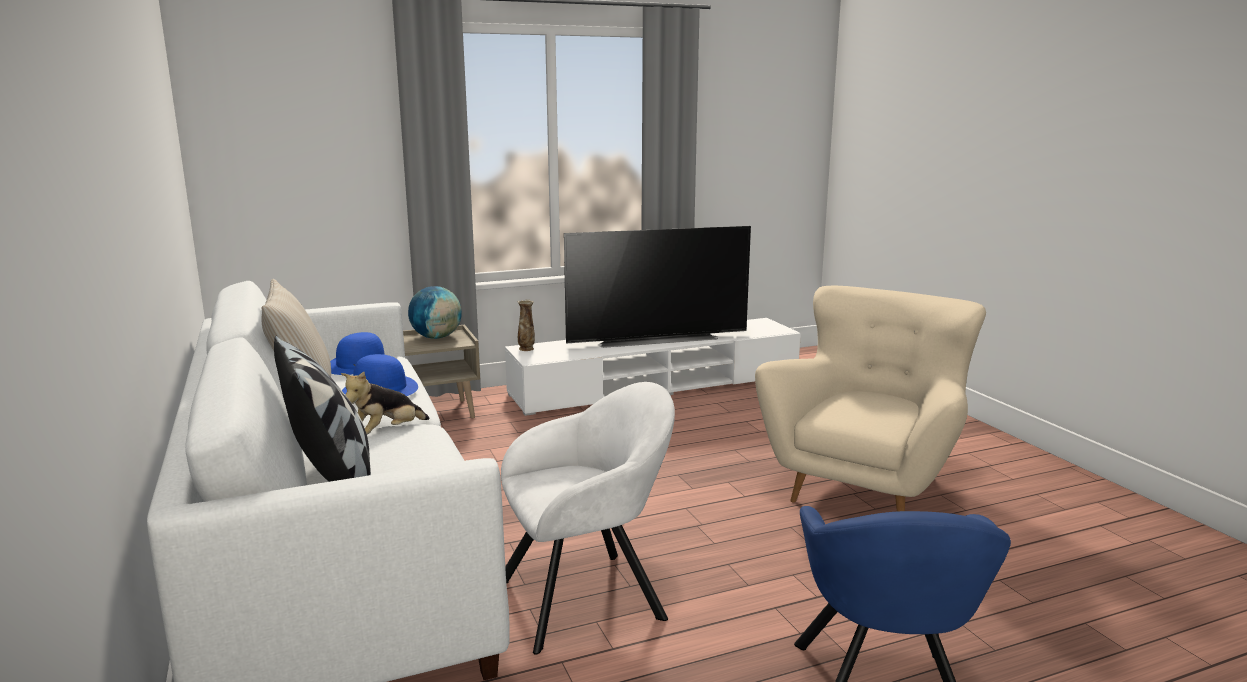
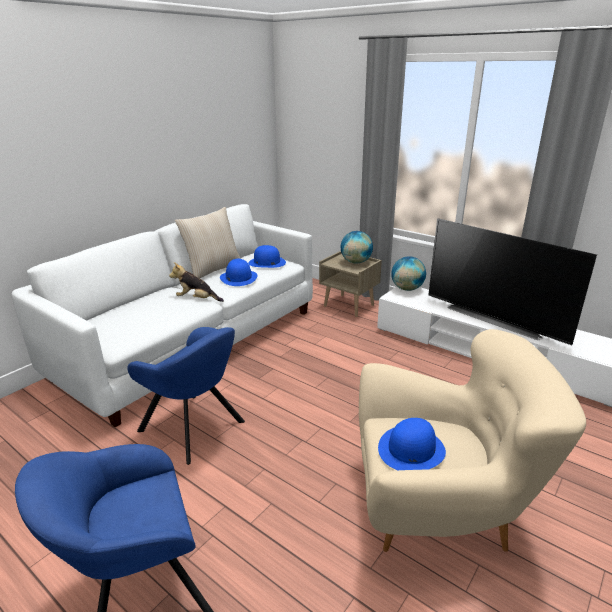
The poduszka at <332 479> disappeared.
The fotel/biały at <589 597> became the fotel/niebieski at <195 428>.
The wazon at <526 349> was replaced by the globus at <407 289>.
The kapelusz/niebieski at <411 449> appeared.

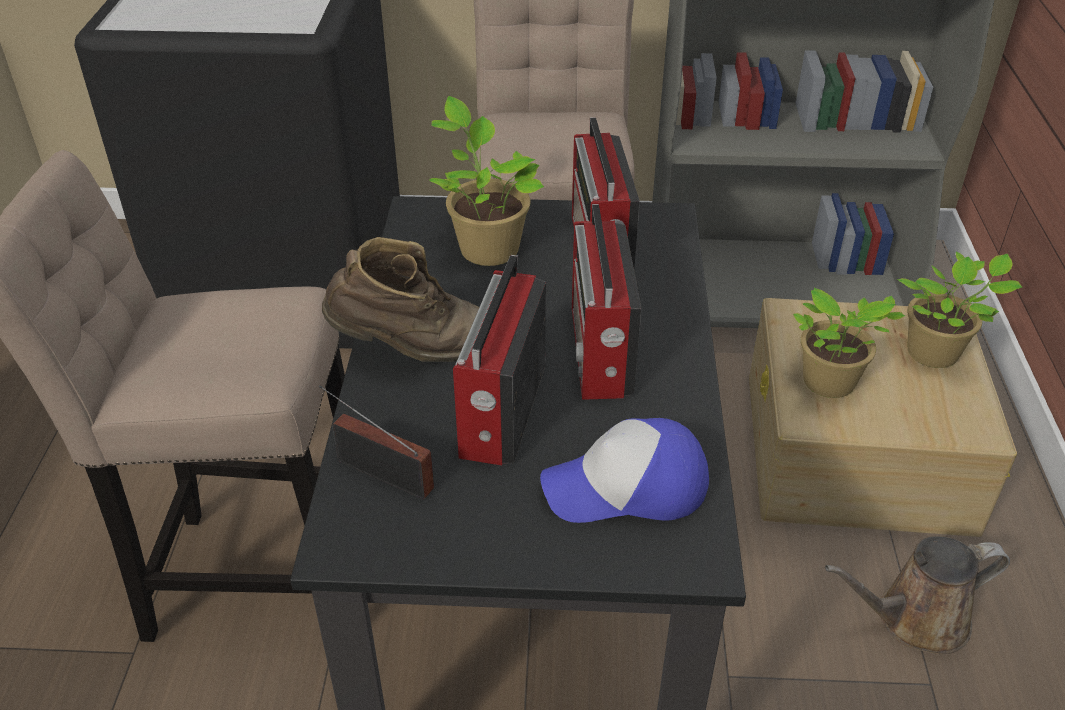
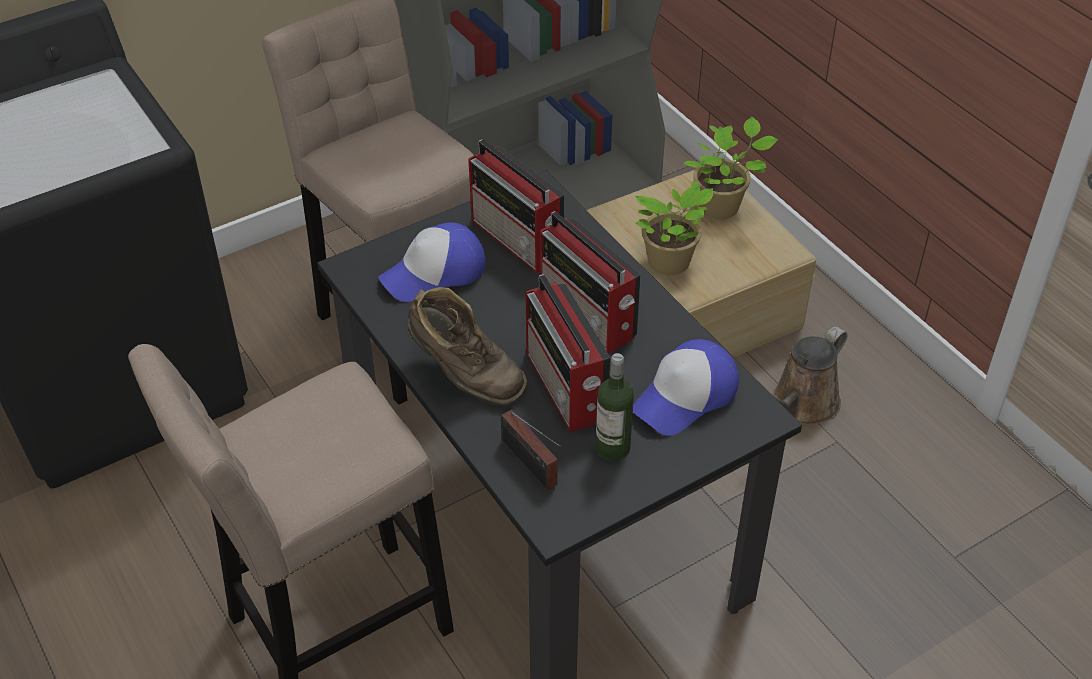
The radio at <381 471> turned 120 degrees counterclockwise.
The but z cholewką/brązowy at <412 351> turned 75 degrees clockwise.
The roślina doniczkowa at <486 247> was replaced by the czapka z daszkiem at <434 273>.
The butelka at <612 448> appeared.

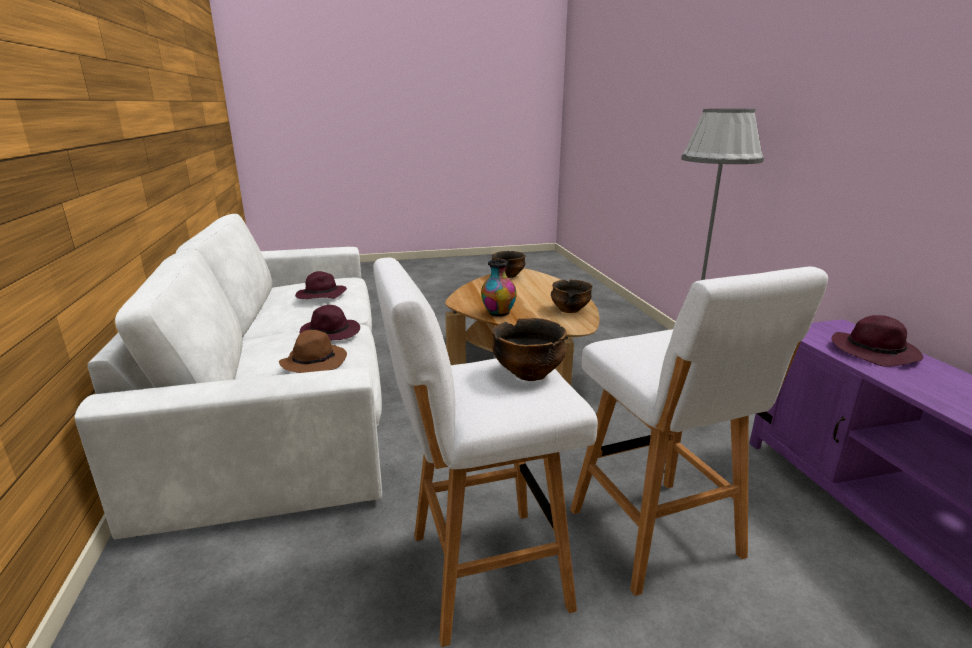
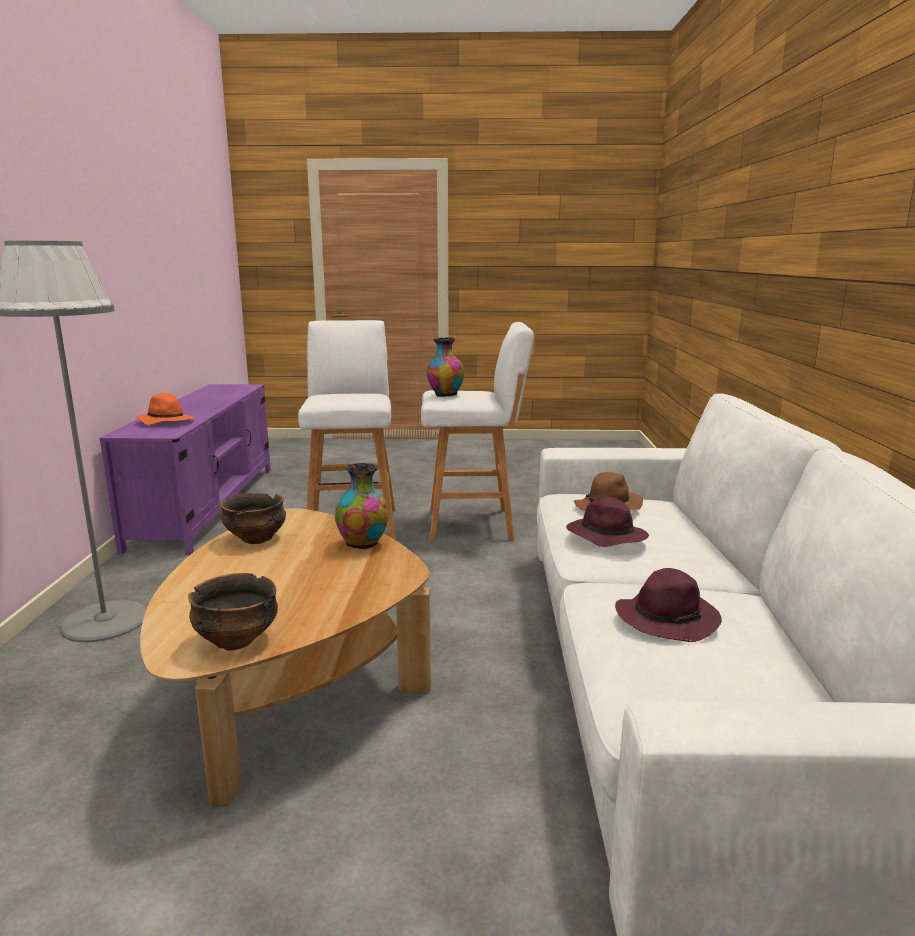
The miska at <528 374> was replaced by the wazon at <445 395>.
The kapelusz/fioletowy at <875 352> became the kapelusz/pomarańczowy at <165 421>.

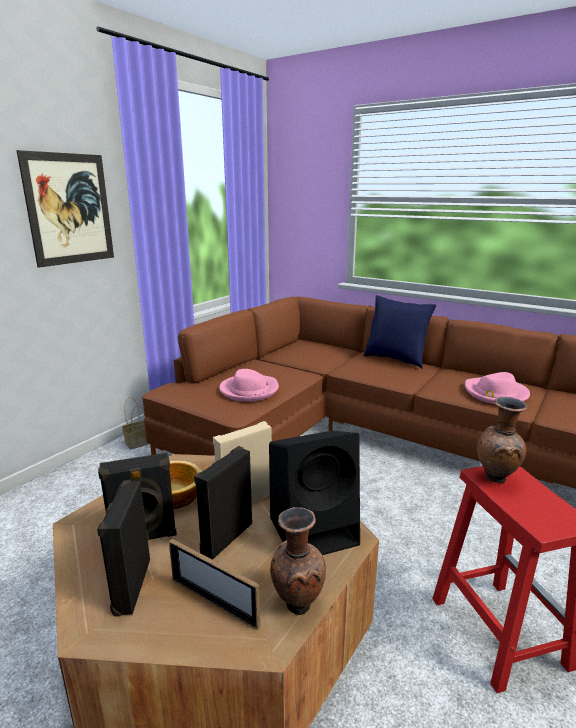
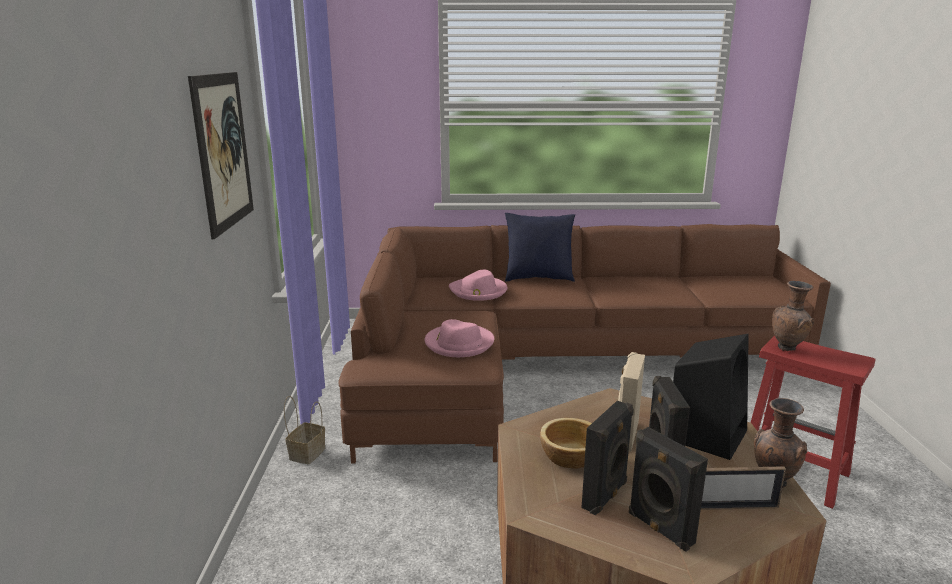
The kapelusz/różowy moved from <495 393> to <478 291>.

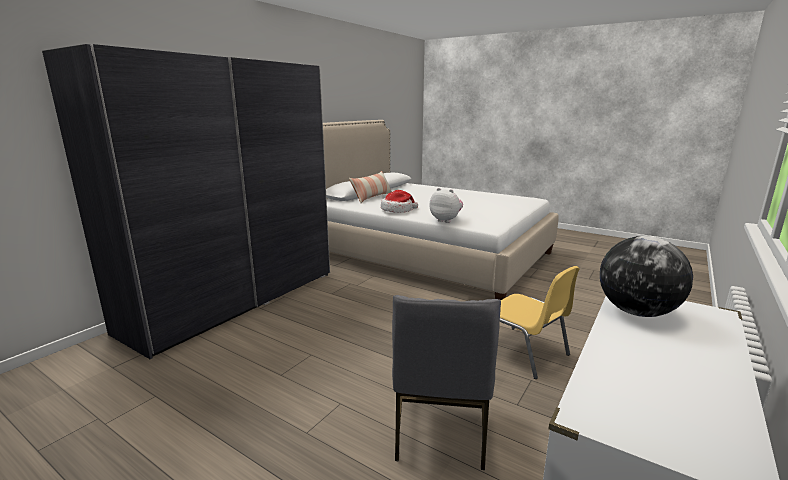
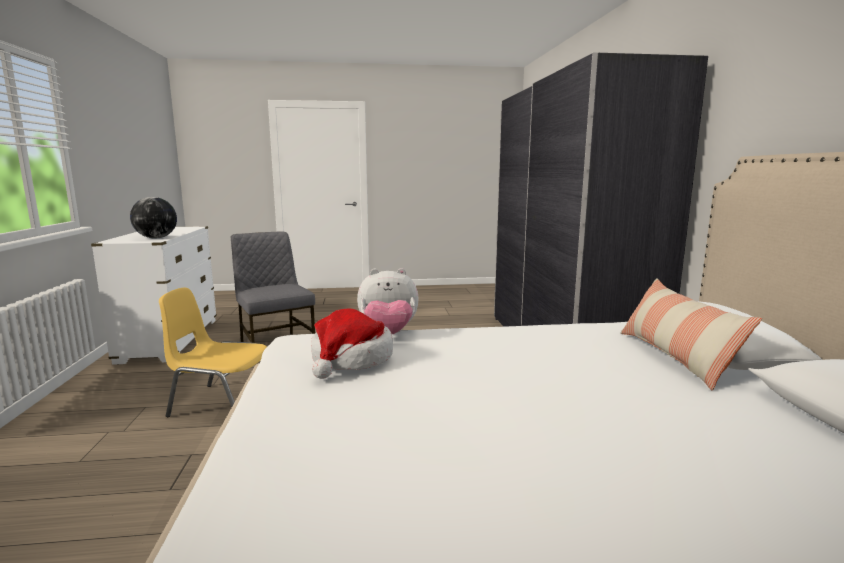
The kapelusz moved from <398 210> to <351 359>.

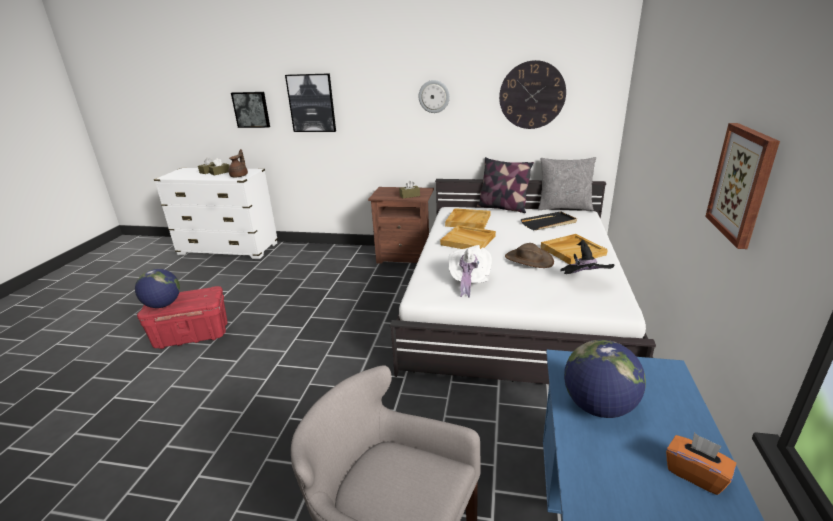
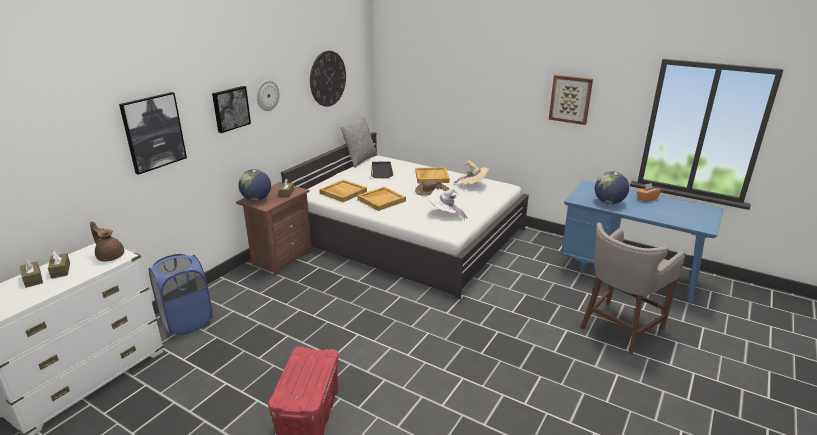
The globus moved from <163 305> to <256 199>.
The obraz moved from <251 109> to <230 108>.
The poduszka at <502 208> disappeared.
The kapelusz/czarny at <583 282> became the kapelusz/beżowy at <473 186>.
The kosz na pranie/niebieski at <187 321> appeared.

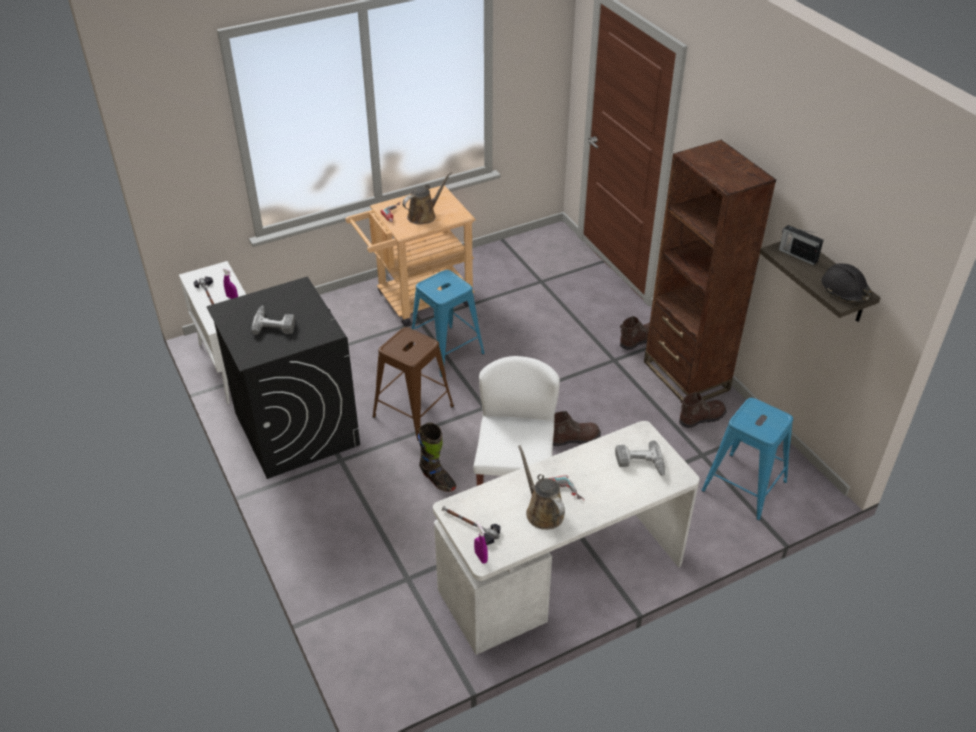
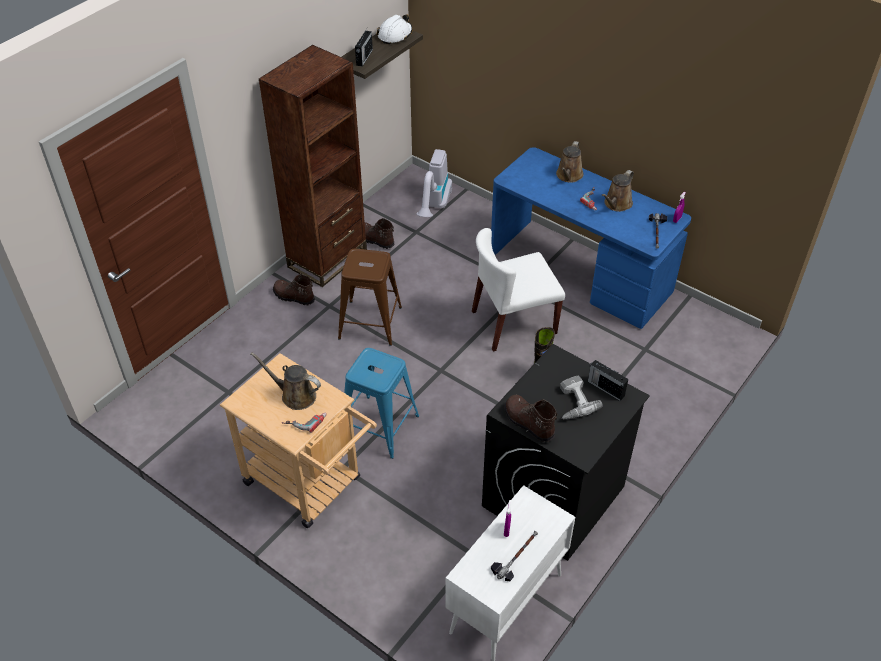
The stołek/brązowy moved from <413 411> to <370 323>.
The biurko/biały at <562 576> became the biurko/niebieski at <580 272>.
The but z cholewką/brązowy moved from <573 438> to <528 423>.
The wiertarka at <640 464> disappeared.
The stołek/niebieski at <744 485> was replaced by the odkurzacz at <434 206>.
The kask/czarny at <845 290> became the kask/biały at <395 35>.
The konewka/brązowy at <568 176> appeared.
The radio at <605 388> appeared.

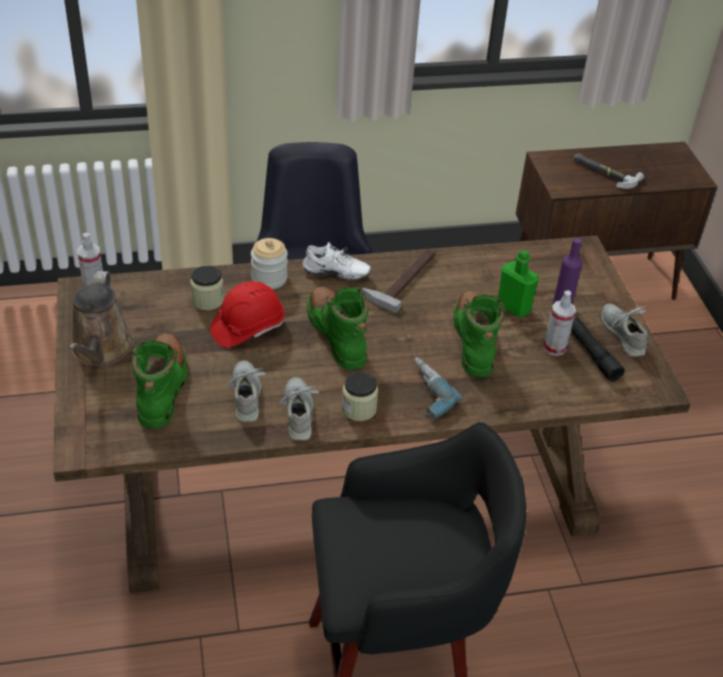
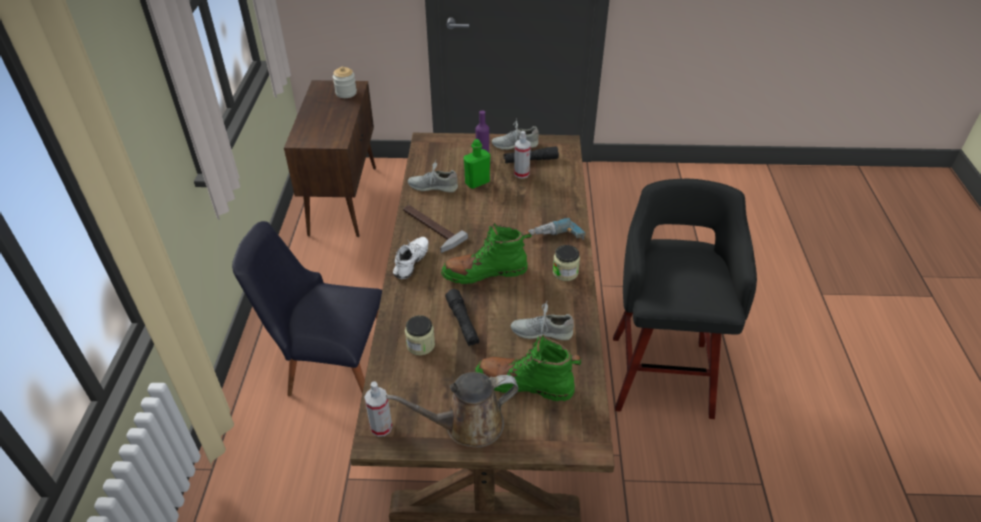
The konewka/brązowy at <100 350> turned 150 degrees clockwise.
The kask/czerwony at <247 327> was replaced by the latarka/czarny at <462 323>.
The słoik moved from <269 278> to <346 93>.
The but/szary moved from <298 412> to <433 186>.
The but z cholewką/zielony at <474 341> disappeared.
The młotek at <605 172> disappeared.

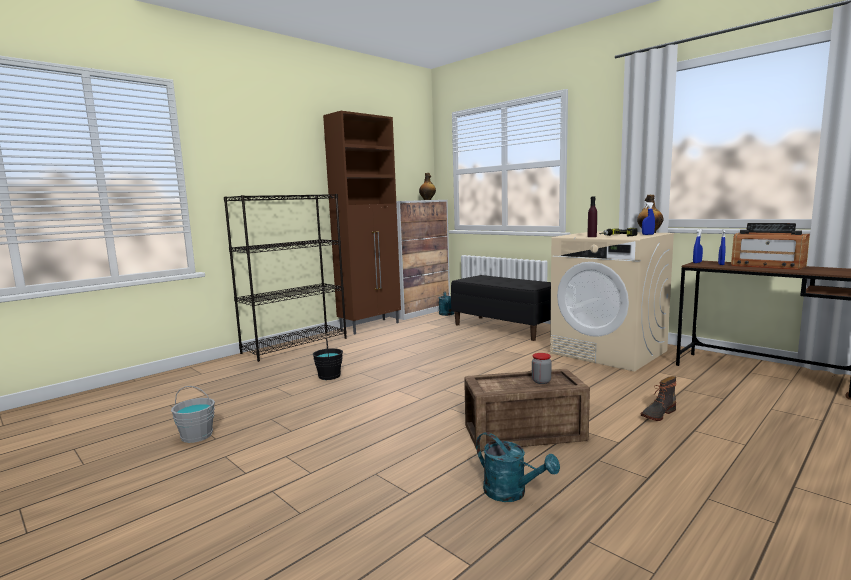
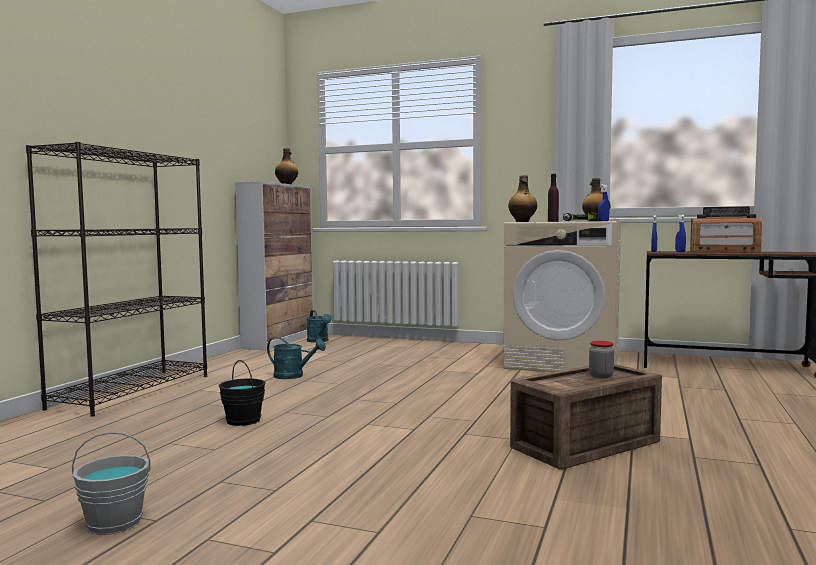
The szafka/brązowy at <371 326> disappeared.
The ławka/czarny at <505 328> disappeared.
The konewka/turkusowy moved from <511 493> to <294 376>.
The but z cholewką at <657 414> disappeared.
The butelka at <522 221> appeared.

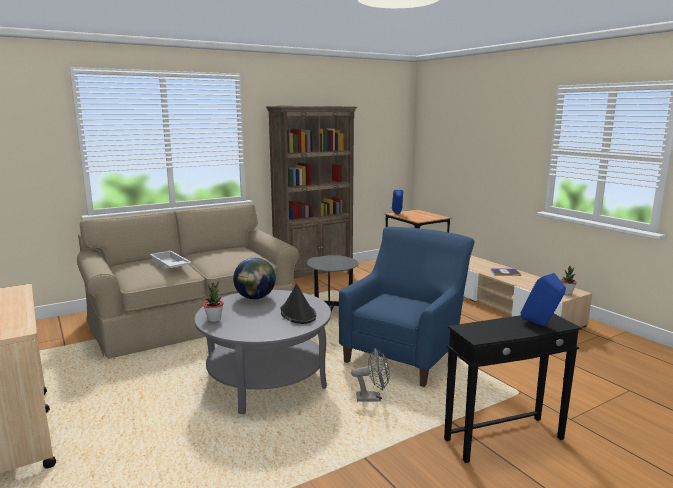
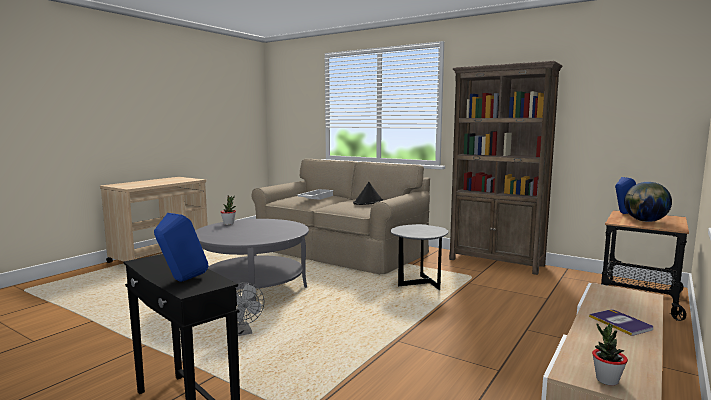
The globus moved from <255 298> to <645 221>.
The kapelusz/czarny moved from <297 314> to <368 202>.
The fotel/niebieski at <406 353> disappeared.

